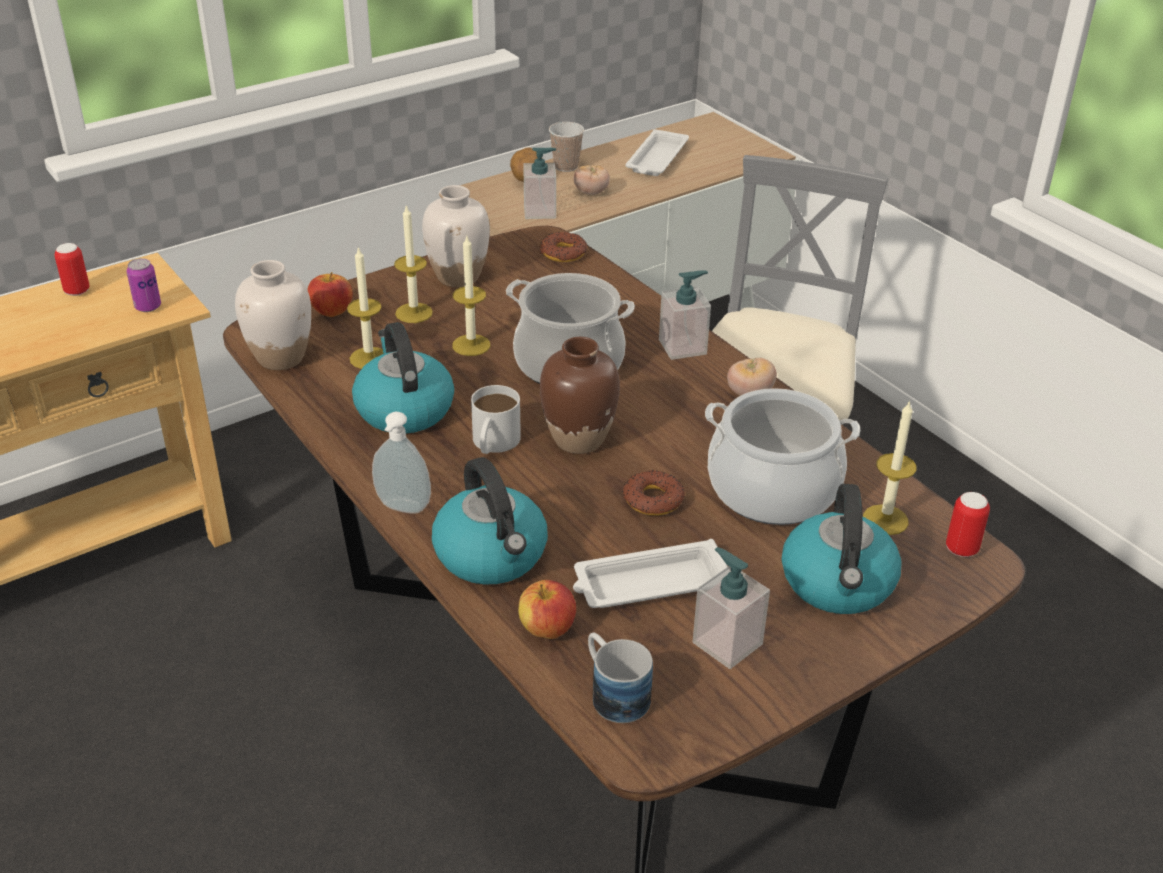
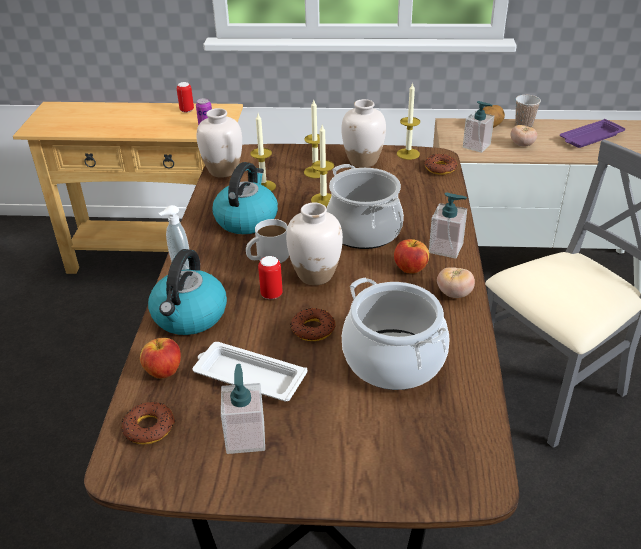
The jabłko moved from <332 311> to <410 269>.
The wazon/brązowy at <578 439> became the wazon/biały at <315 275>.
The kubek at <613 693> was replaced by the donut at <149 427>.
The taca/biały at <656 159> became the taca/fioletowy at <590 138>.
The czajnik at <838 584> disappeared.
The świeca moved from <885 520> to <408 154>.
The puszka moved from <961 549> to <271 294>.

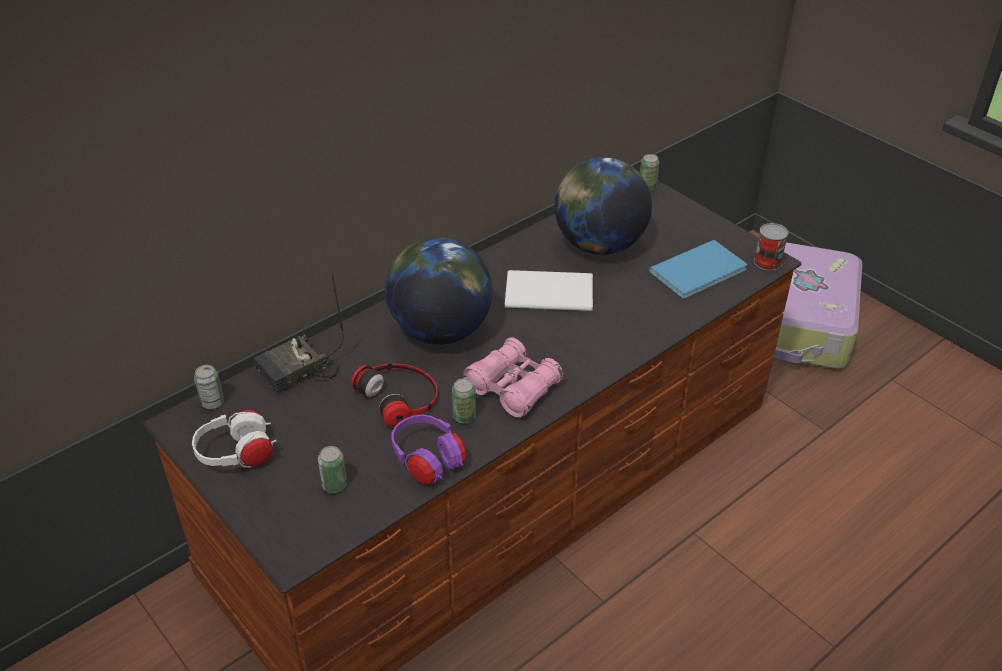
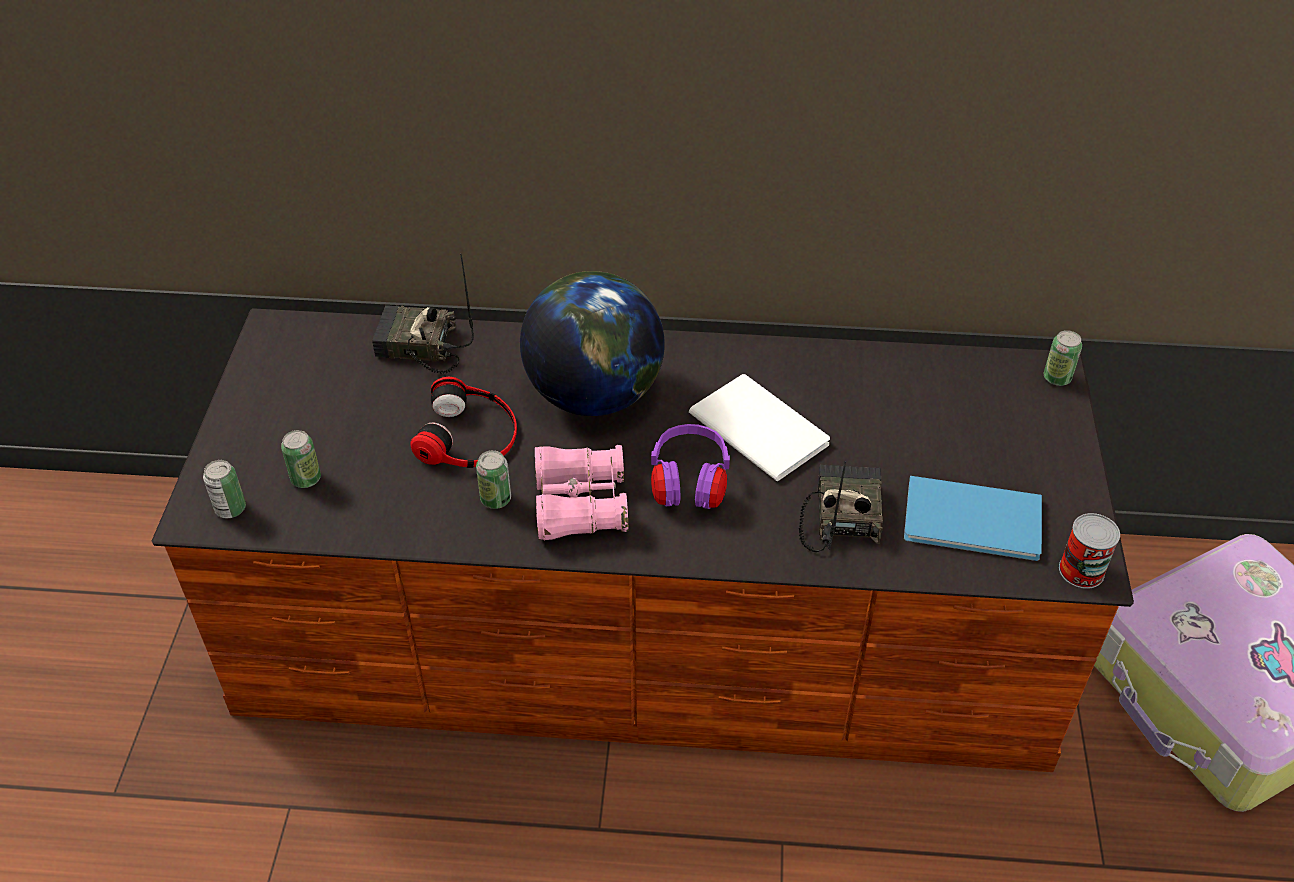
The słuchawki/biały at <237 455> disappeared.
The puszka moved from <212 402> to <230 509>.
The słuchawki/fioletowy moved from <428 462> to <689 485>.
The globus at <599 245> disappeared.
The radio at <840 515> appeared.

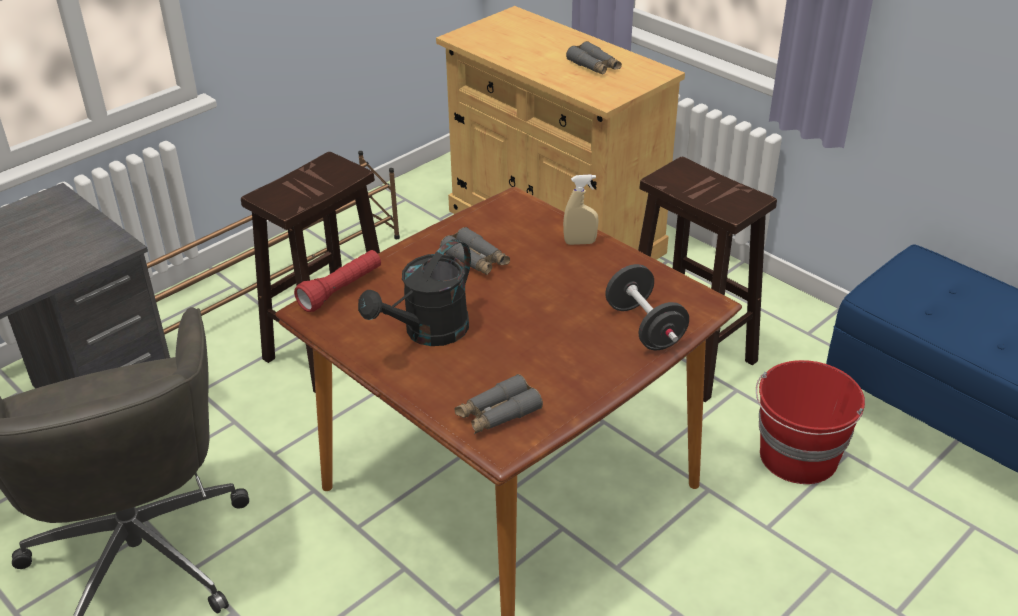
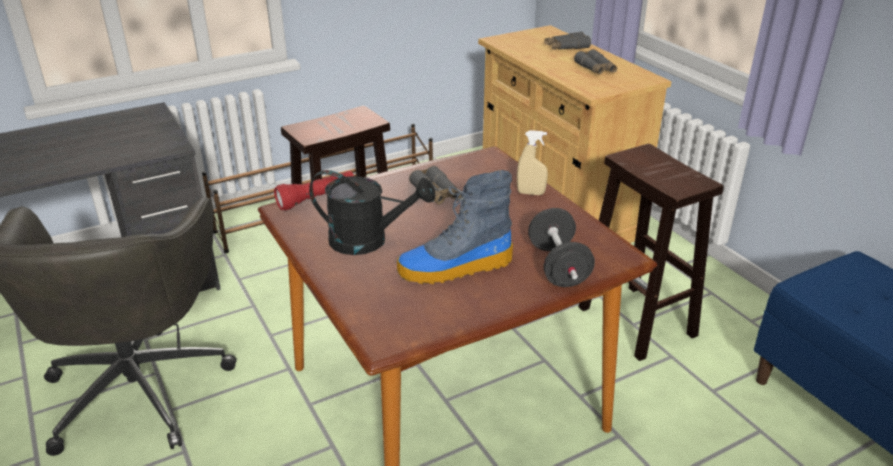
The konewka/czarny at <428 333> turned 135 degrees counterclockwise.
The lornetka/szary moved from <497 414> to <566 47>.
The wiadro/czerwony at <798 457> disappeared.
The but z cholewką at <455 268> appeared.

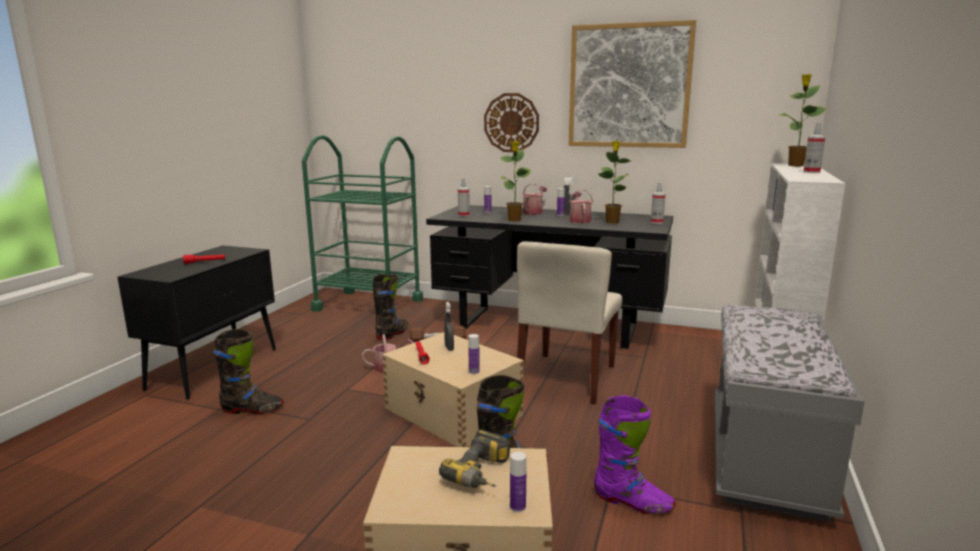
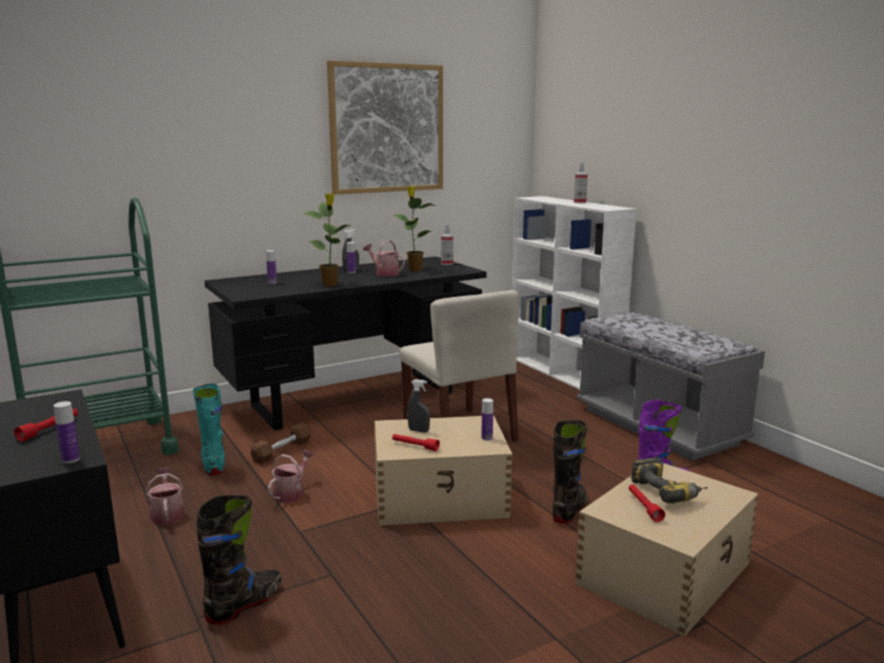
The but z cholewką/czarny at <392 334> became the but z cholewką/turkusowy at <213 464>.
The spryskiwacz at <463 215> disappeared.
The zegar ścienny at <511 123> disappeared.
The butelka moved from <517 507> to <70 459>.
The konewka moved from <534 212> to <167 513>.
The roślina doniczkowa at <795 165> disappeared.
The latarka/czerwony at <644 507> appeared.

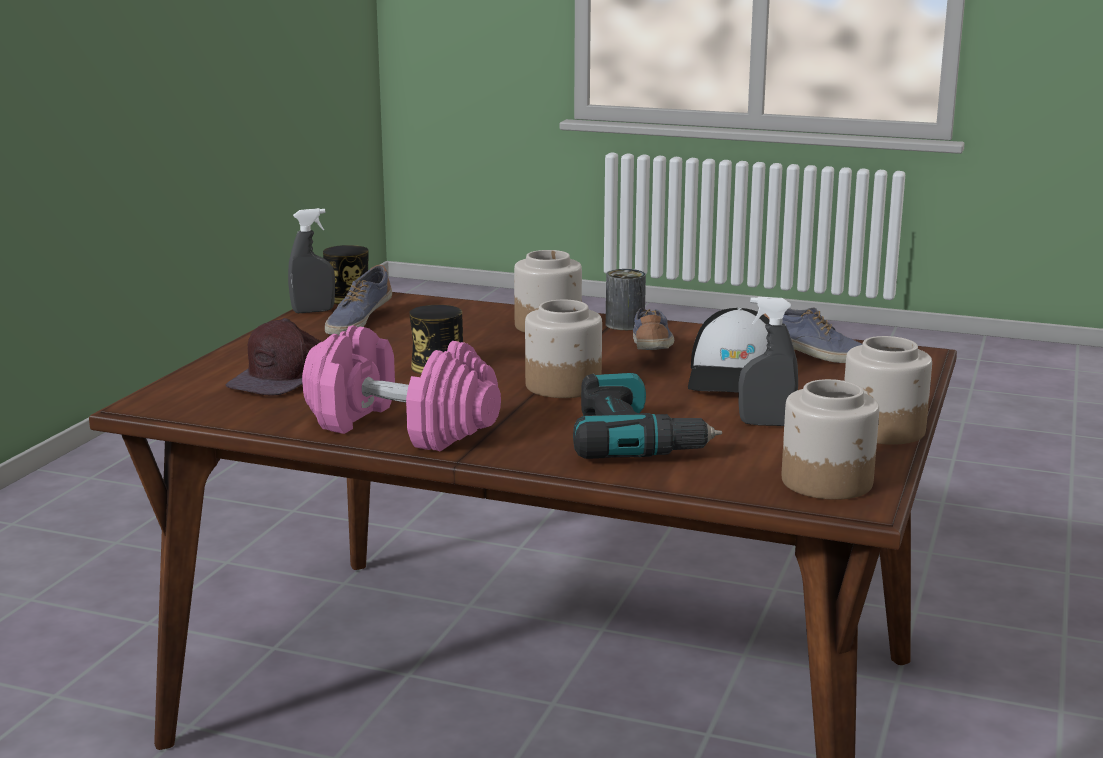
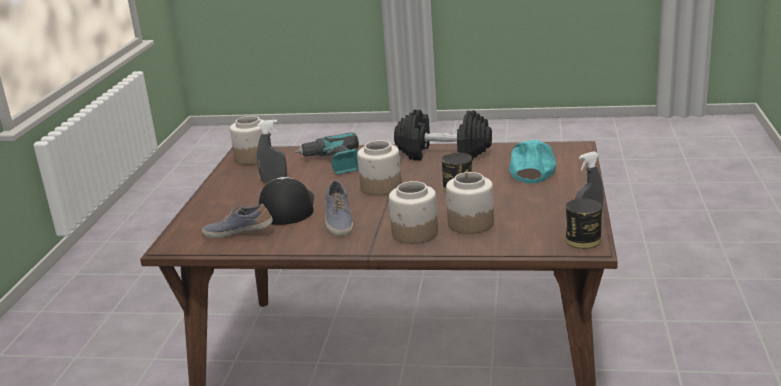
The czapka z daszkiem/brązowy at <285 377> became the czapka z daszkiem/turkusowy at <532 170>.
The hantel/różowy at <402 427> became the hantel/czarny at <443 153>.
The but at <358 321> disappeared.
The puszka at <625 324> disappeared.
The słoik moved from <883 430> to <470 223>.

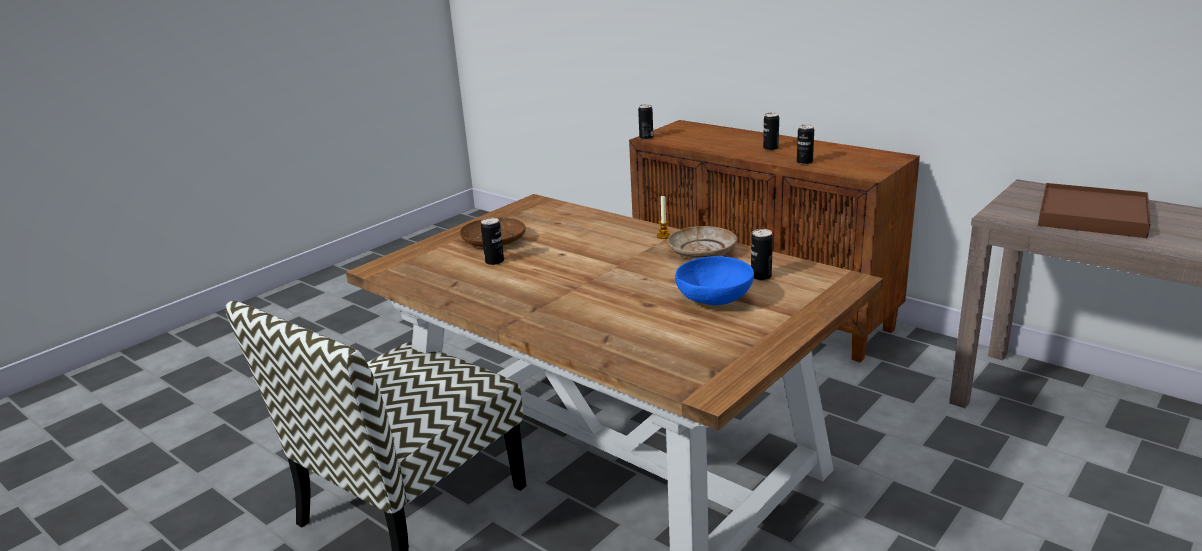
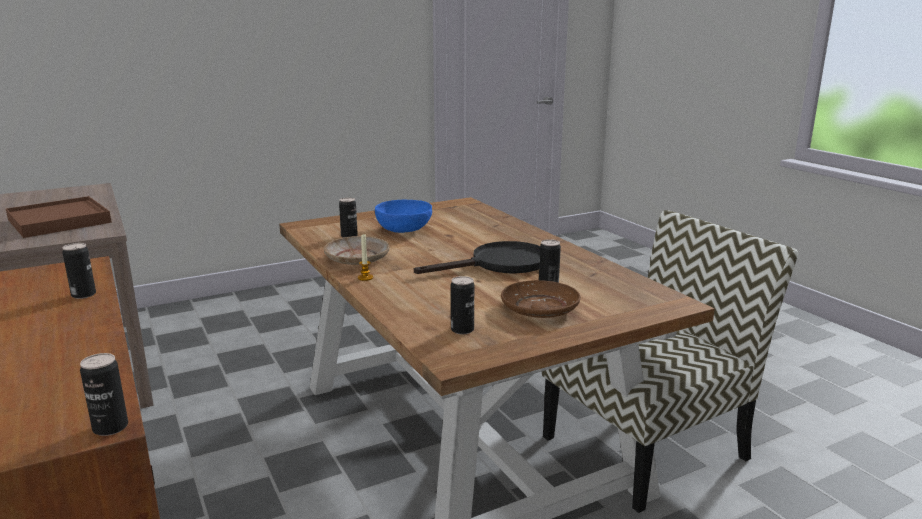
The puszka moved from <770 148> to <462 330>.
The patelnia/czarny at <500 264> appeared.

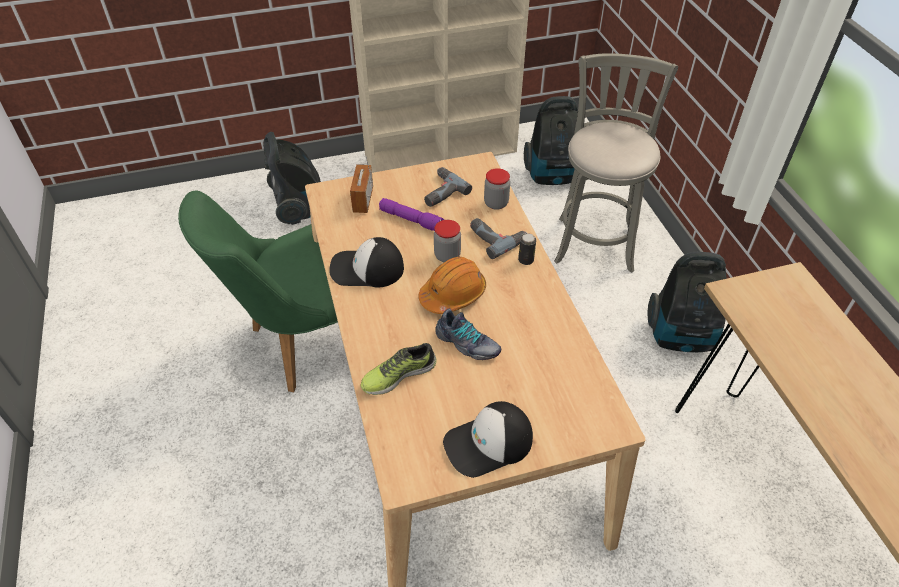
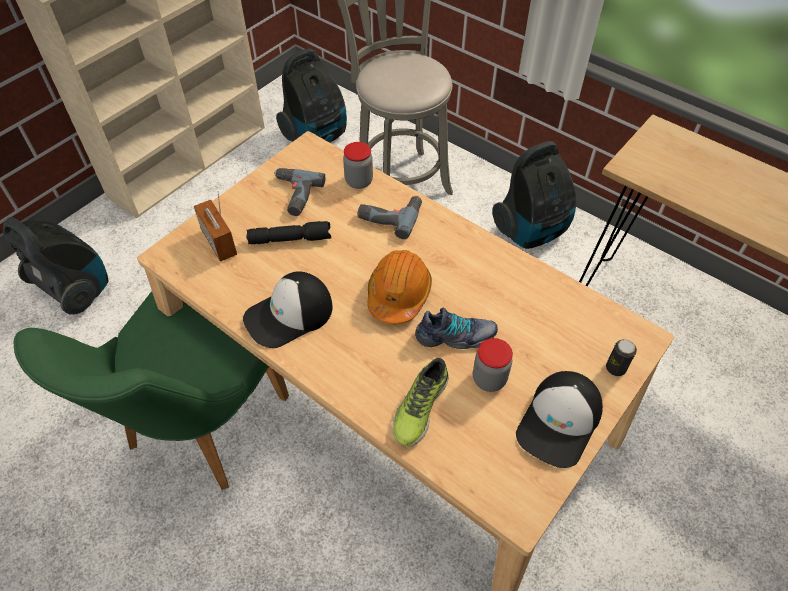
The latarka/fioletowy at <412 220> became the latarka/czarny at <291 238>.
The słoik moved from <447 256> to <489 379>.
The puszka moved from <526 260> to <615 368>.

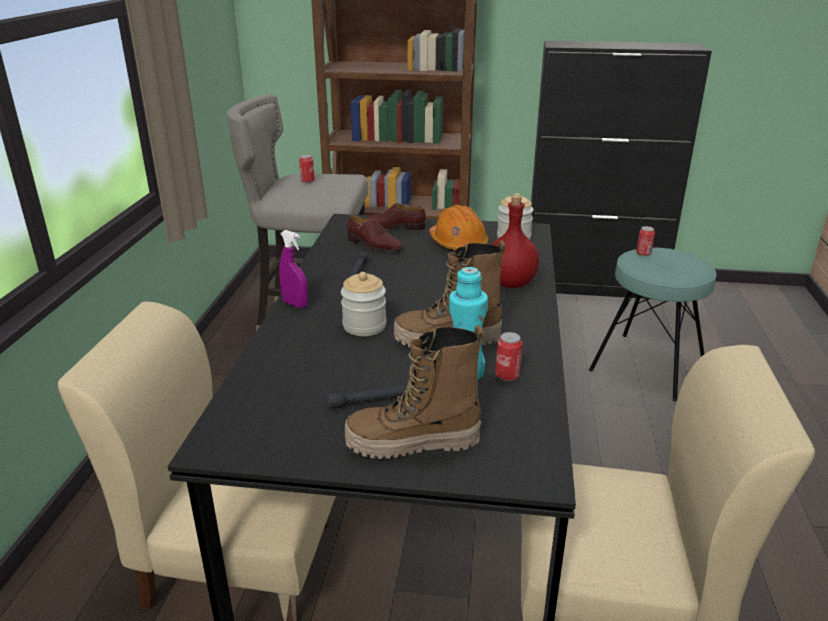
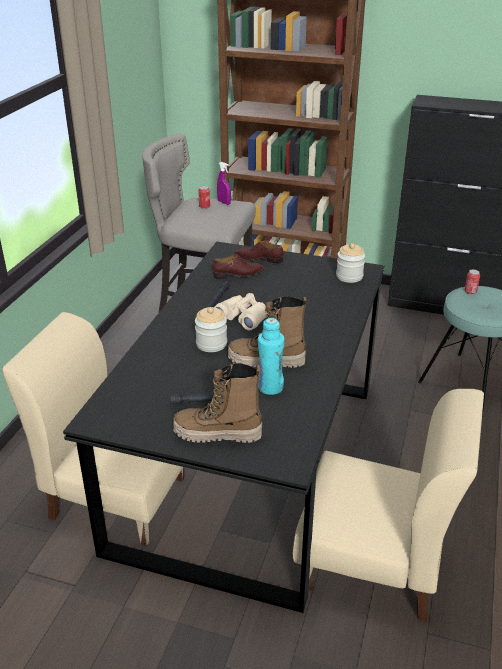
The spryskiwacz/fioletowy moved from <295 304> to <224 202>.
The but/brązowy at <374 245> turned 60 degrees counterclockwise.
The kask/pomarańczowy at <458 244> disappeared.
The butelka/czerwony at <510 283> disappeared.
The puszka at <507 375> disappeared.
The lornetka/beżowy at <243 317> appeared.

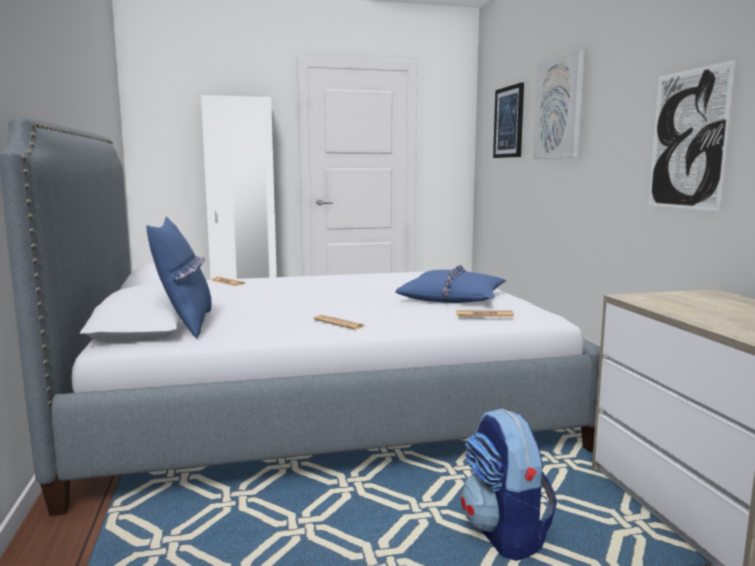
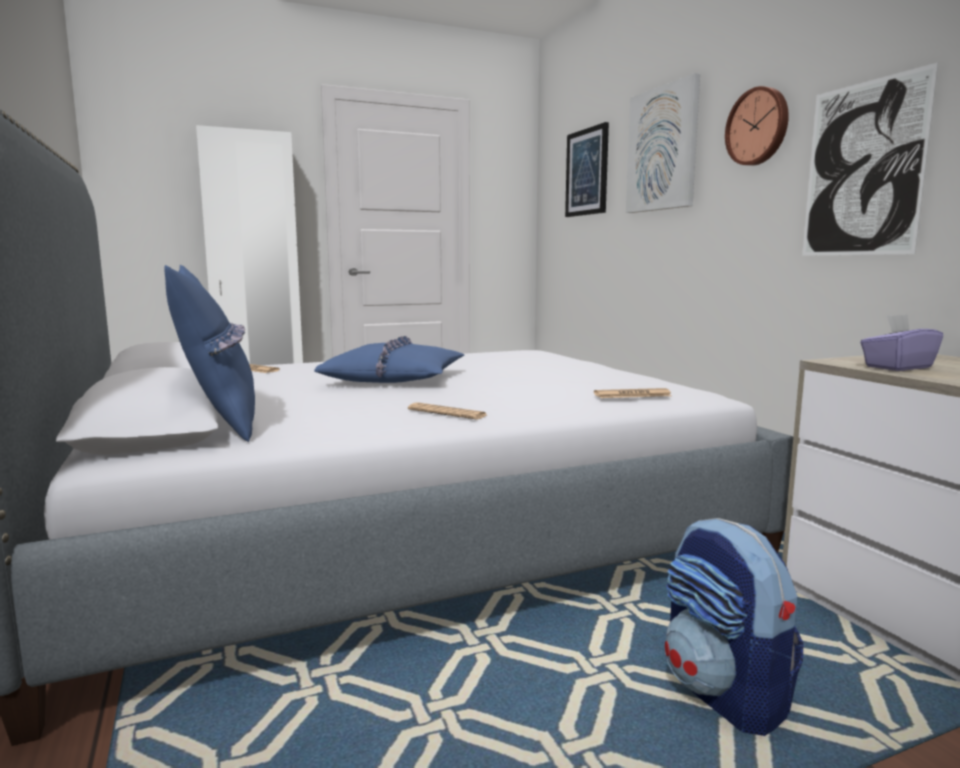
The poduszka/niebieski moved from <453 298> to <395 378>.
The zegar ścienny at <758 127> appeared.
The pudełko chusteczek/fioletowy at <897 367> appeared.

